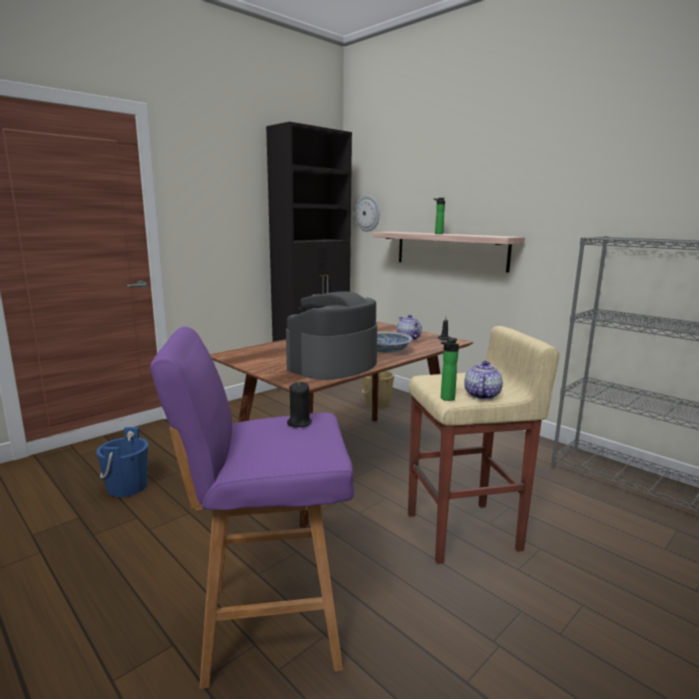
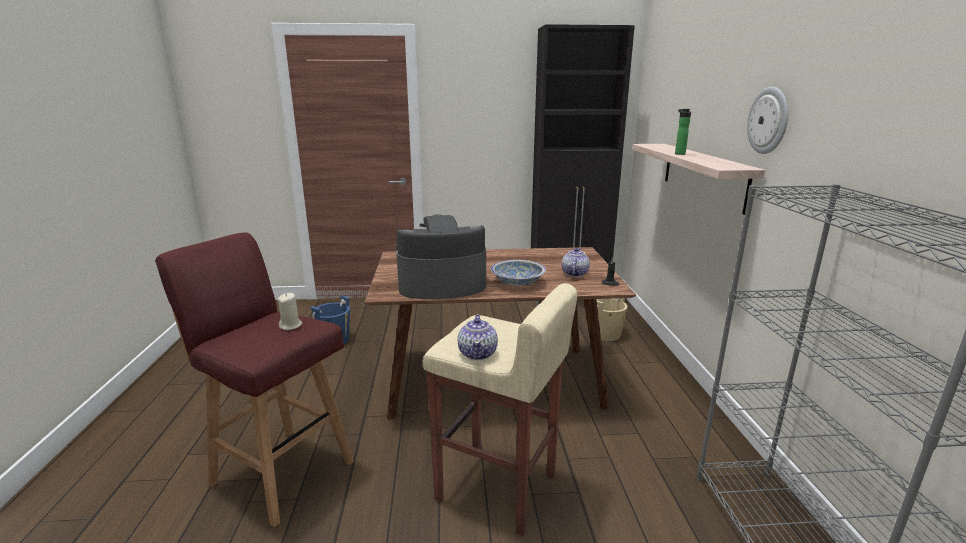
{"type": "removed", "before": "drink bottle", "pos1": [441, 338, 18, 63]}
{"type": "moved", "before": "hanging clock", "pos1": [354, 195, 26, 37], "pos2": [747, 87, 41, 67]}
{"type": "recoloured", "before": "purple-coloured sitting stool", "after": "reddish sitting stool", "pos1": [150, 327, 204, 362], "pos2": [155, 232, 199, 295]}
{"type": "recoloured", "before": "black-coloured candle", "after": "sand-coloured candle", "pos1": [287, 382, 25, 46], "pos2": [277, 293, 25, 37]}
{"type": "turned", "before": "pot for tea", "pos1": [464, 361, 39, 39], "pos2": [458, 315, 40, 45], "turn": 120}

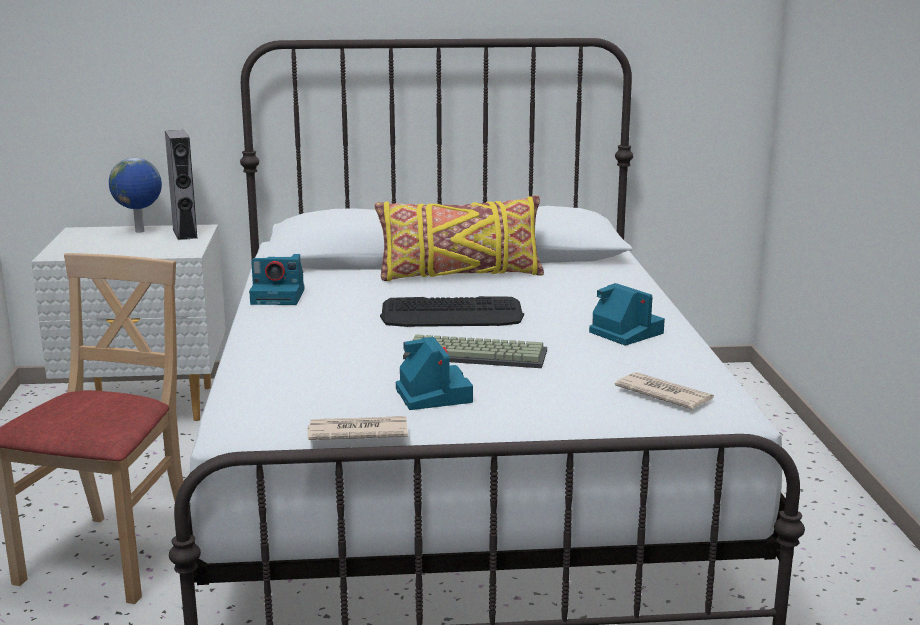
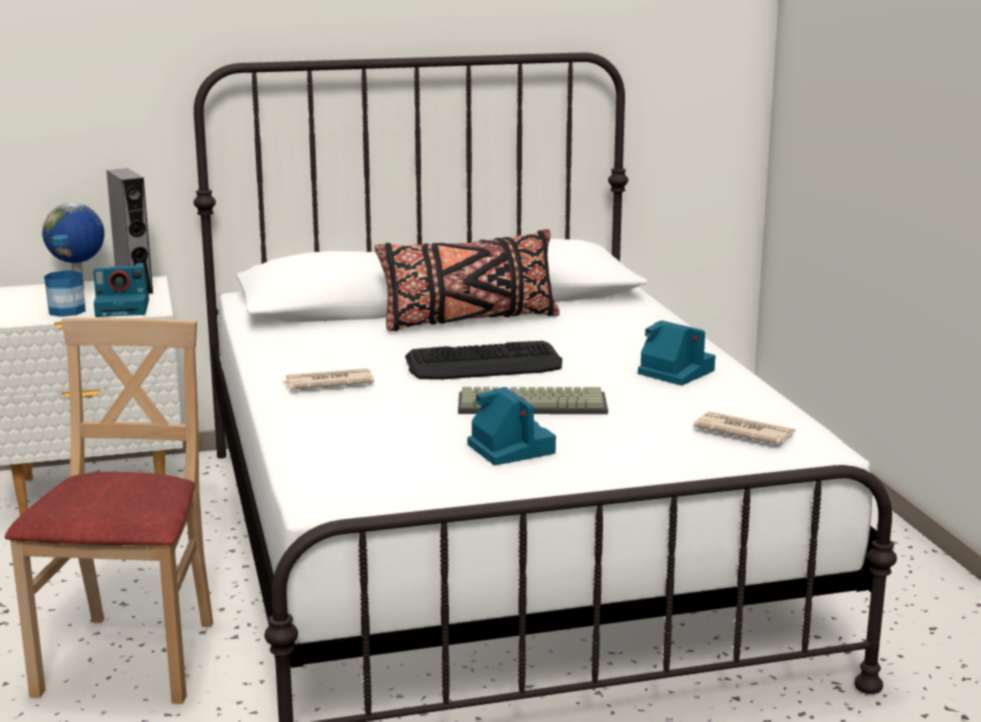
{"type": "added", "after": "drink bottle", "pos2": [44, 235, 42, 82]}
{"type": "moved", "before": "still camera", "pos1": [249, 254, 56, 51], "pos2": [93, 263, 56, 54]}
{"type": "moved", "before": "newspaper", "pos1": [307, 416, 101, 24], "pos2": [284, 368, 90, 22]}
{"type": "recoloured", "before": "yellowish cushion", "after": "black-coloured cushion", "pos1": [375, 195, 169, 86], "pos2": [375, 229, 185, 102]}

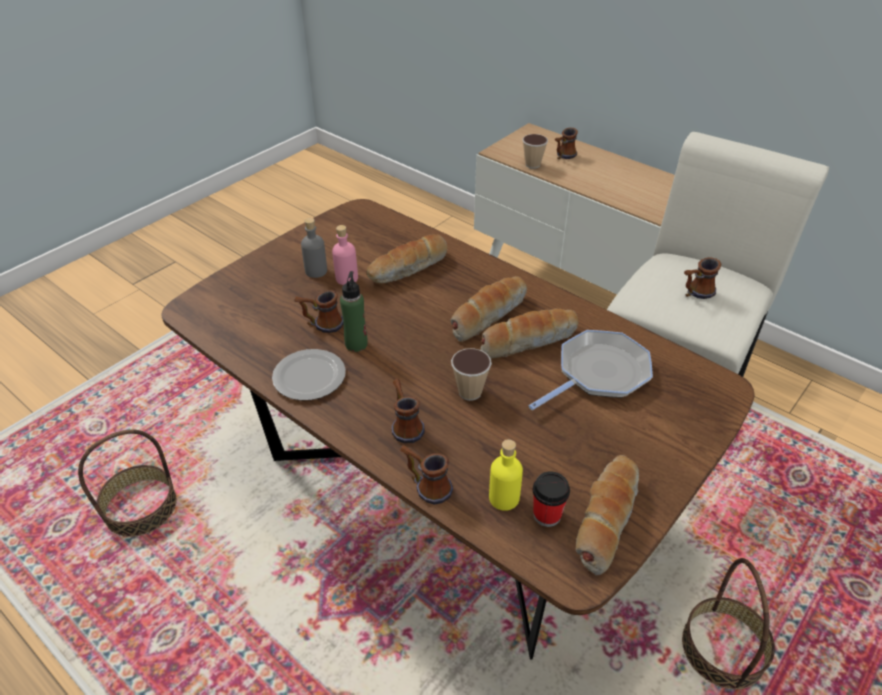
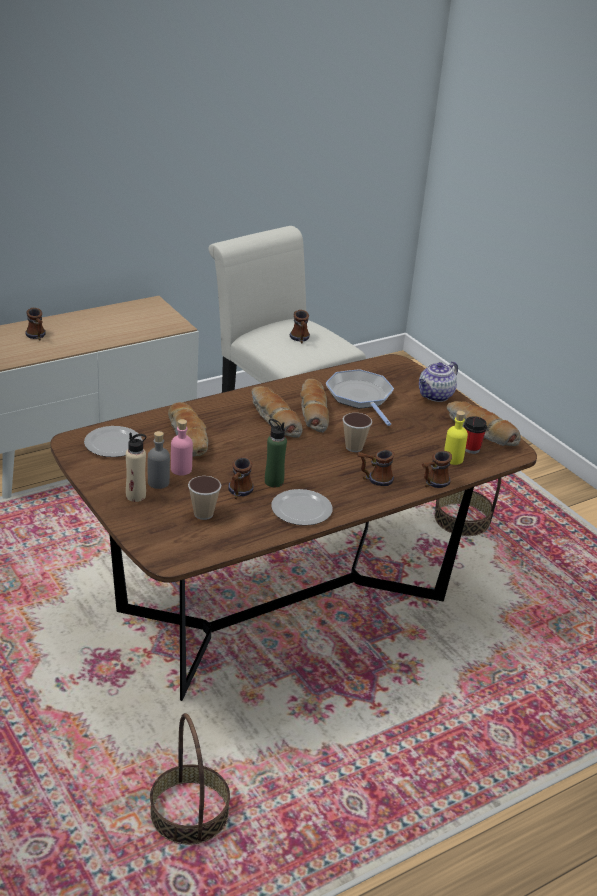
{"type": "added", "after": "plate", "pos2": [84, 426, 58, 31]}
{"type": "added", "after": "sand-coloured drink bottle", "pos2": [126, 433, 20, 69]}
{"type": "added", "after": "pot for tea", "pos2": [419, 361, 39, 41]}
{"type": "moved", "before": "small cup", "pos1": [523, 134, 25, 35], "pos2": [188, 476, 34, 44]}

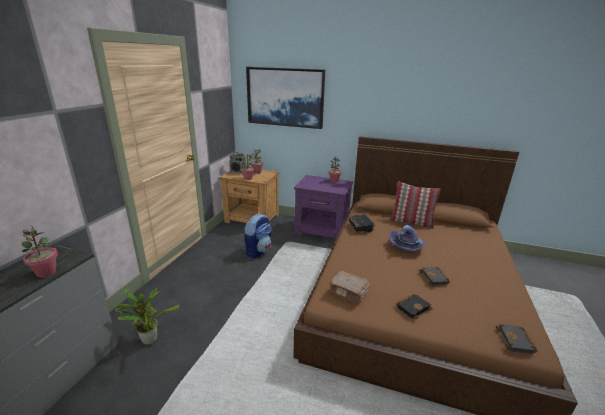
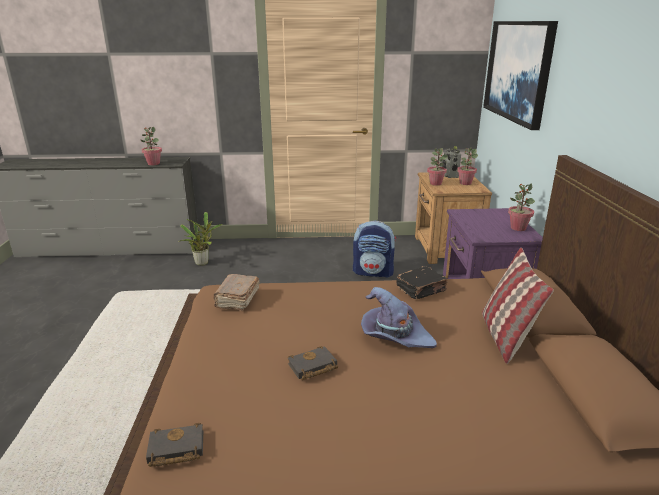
{"type": "removed", "before": "black-coloured book", "pos1": [396, 295, 37, 24]}

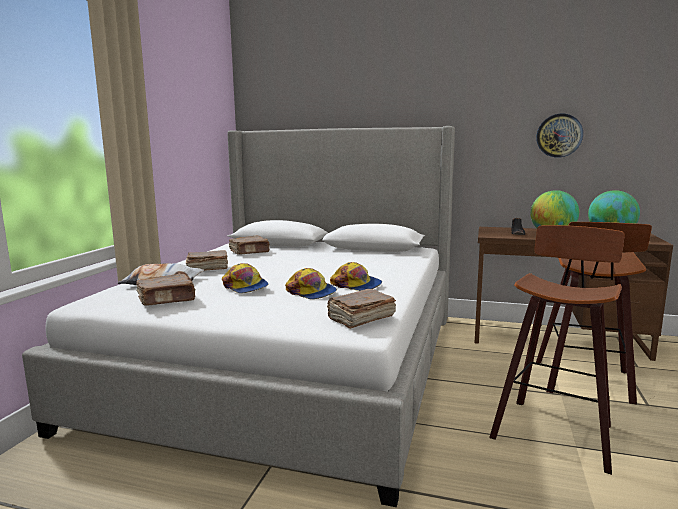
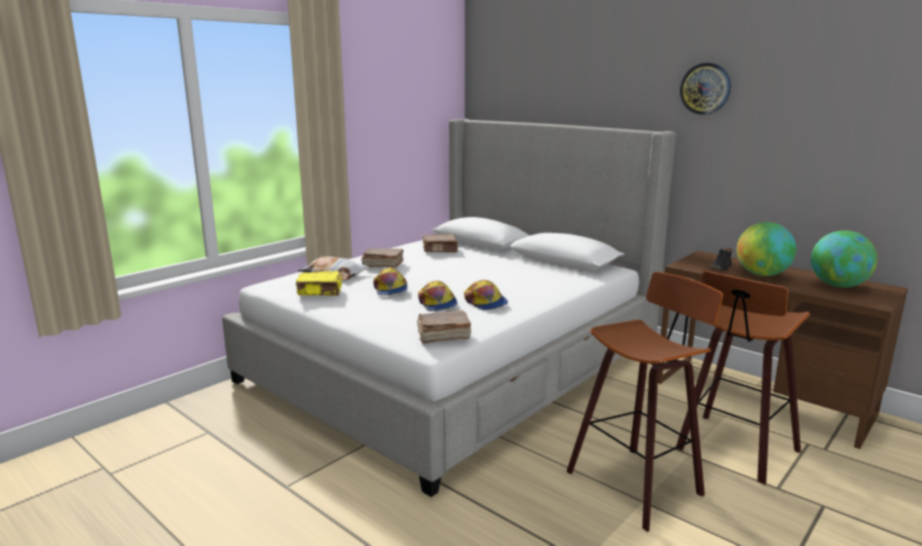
{"type": "moved", "before": "hanging clock", "pos1": [536, 114, 47, 44], "pos2": [680, 63, 51, 52]}
{"type": "recoloured", "before": "brownish book", "after": "yellowish book", "pos1": [136, 274, 60, 32], "pos2": [296, 271, 46, 25]}

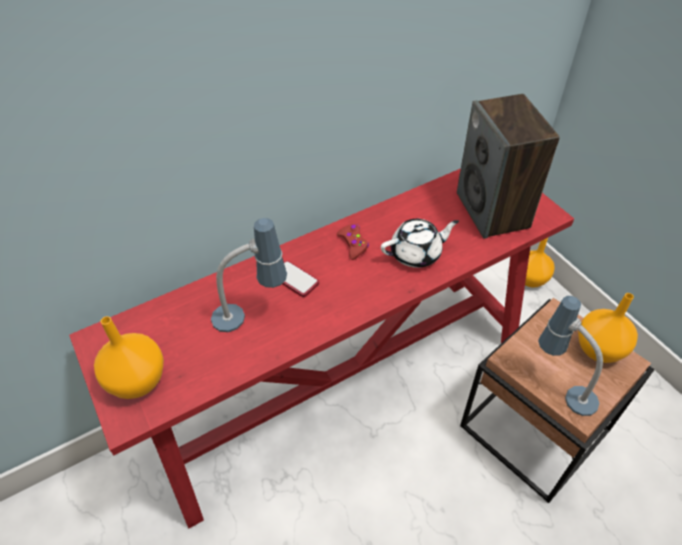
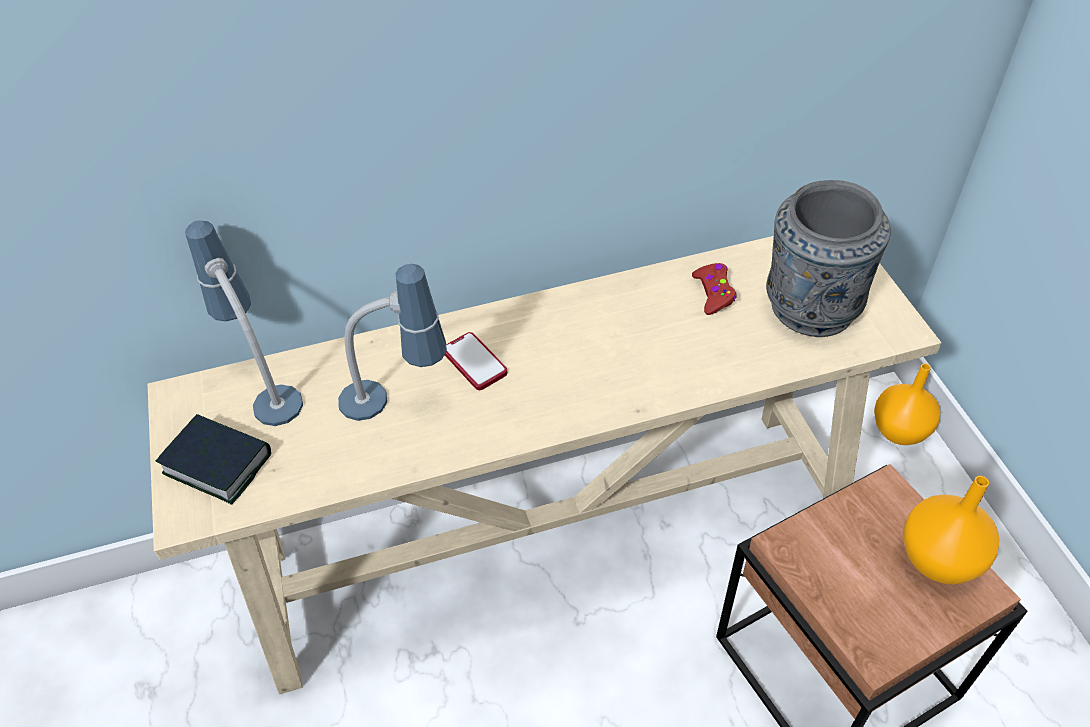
{"type": "removed", "before": "white pot for tea", "pos1": [381, 219, 78, 49]}
{"type": "moved", "before": "reddish game controller", "pos1": [337, 224, 32, 36], "pos2": [692, 263, 45, 52]}
{"type": "moved", "before": "tabletop lamp", "pos1": [538, 296, 65, 120], "pos2": [185, 220, 118, 206]}
{"type": "replaced", "before": "orangey vase", "after": "book", "pos1": [94, 316, 70, 83], "pos2": [156, 414, 115, 91]}
{"type": "replaced", "before": "loudspeaker", "after": "grey vase", "pos1": [457, 94, 103, 145], "pos2": [766, 180, 125, 157]}
{"type": "recoloured", "before": "reddish console table", "after": "sand-coloured console table", "pos1": [69, 168, 505, 360], "pos2": [148, 236, 793, 458]}

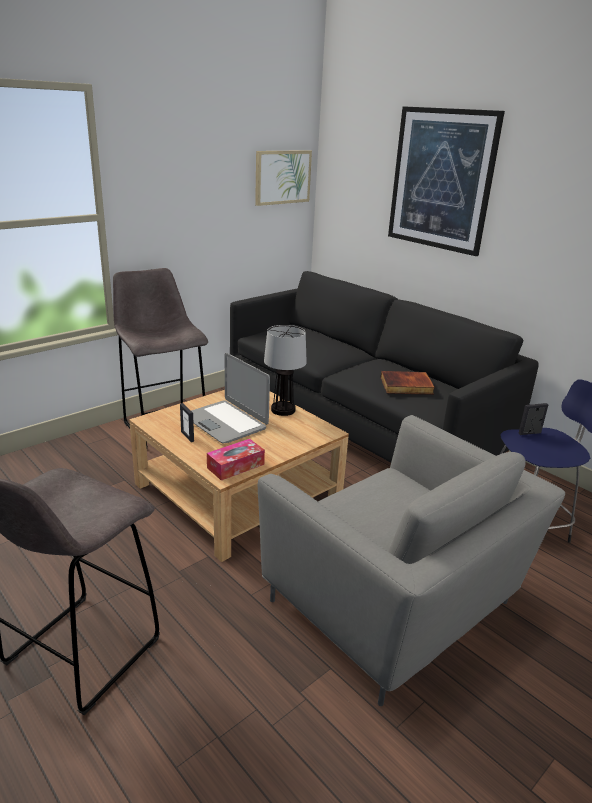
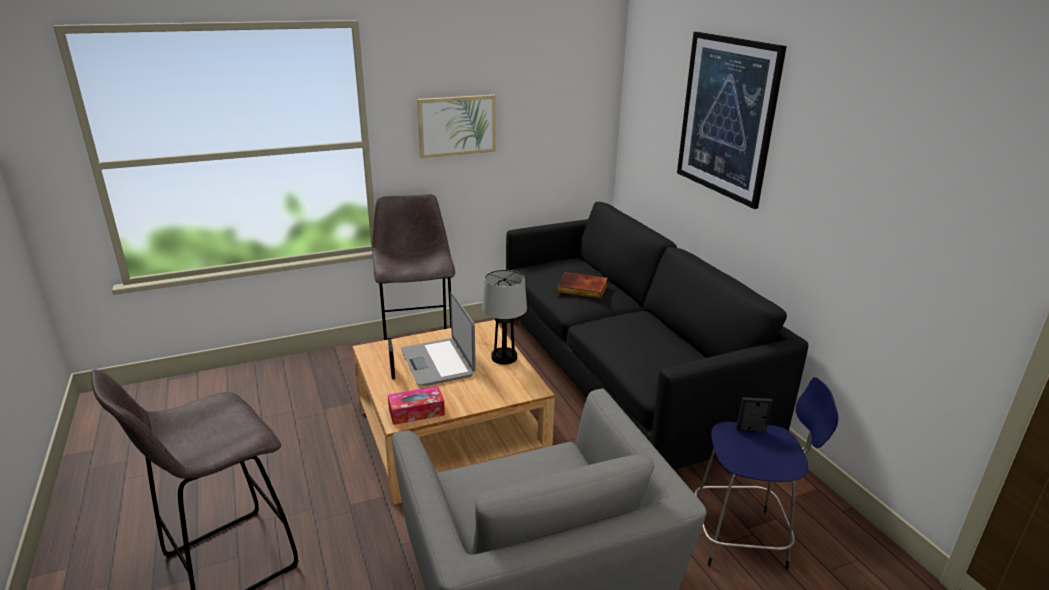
{"type": "moved", "before": "picture", "pos1": [255, 150, 57, 56], "pos2": [417, 95, 79, 63]}
{"type": "moved", "before": "book", "pos1": [381, 371, 54, 24], "pos2": [556, 272, 52, 27]}

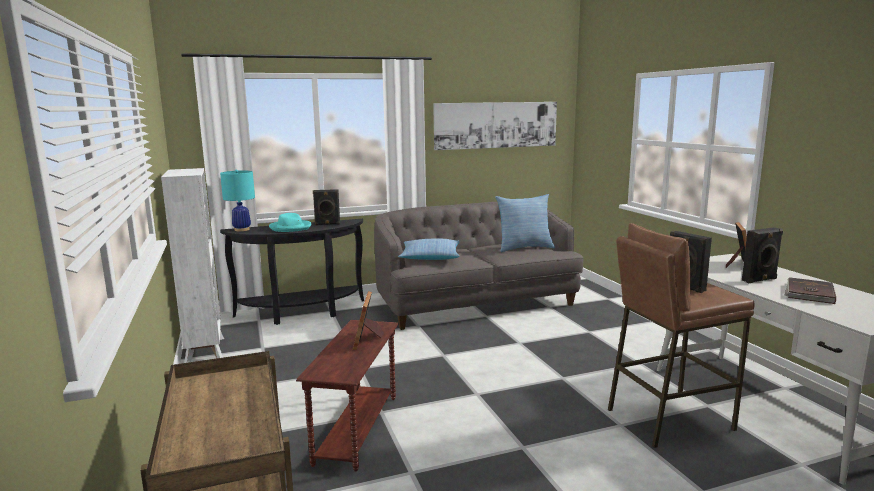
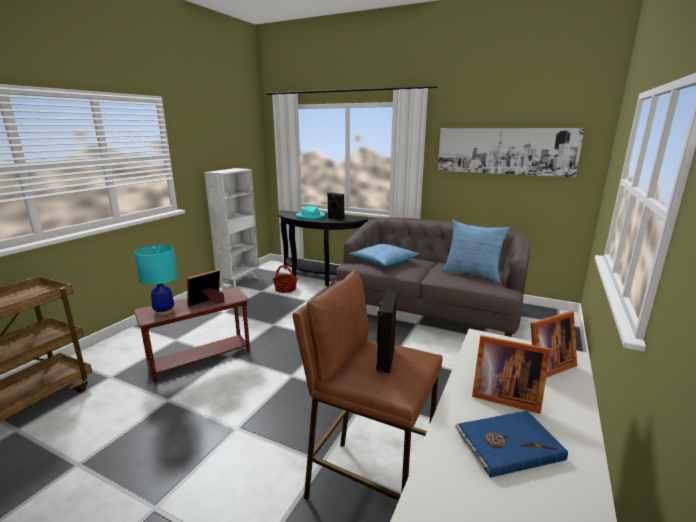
{"type": "added", "after": "storage basket", "pos2": [273, 265, 24, 28]}
{"type": "moved", "before": "turquoise tabletop lamp", "pos1": [220, 170, 35, 61], "pos2": [134, 245, 44, 70]}
{"type": "replaced", "before": "black-coloured loudspeaker", "after": "picture frame", "pos1": [742, 227, 41, 56], "pos2": [472, 335, 78, 79]}
{"type": "recoloured", "before": "brownish book", "after": "blue-coloured book", "pos1": [784, 277, 52, 27], "pos2": [455, 411, 113, 67]}

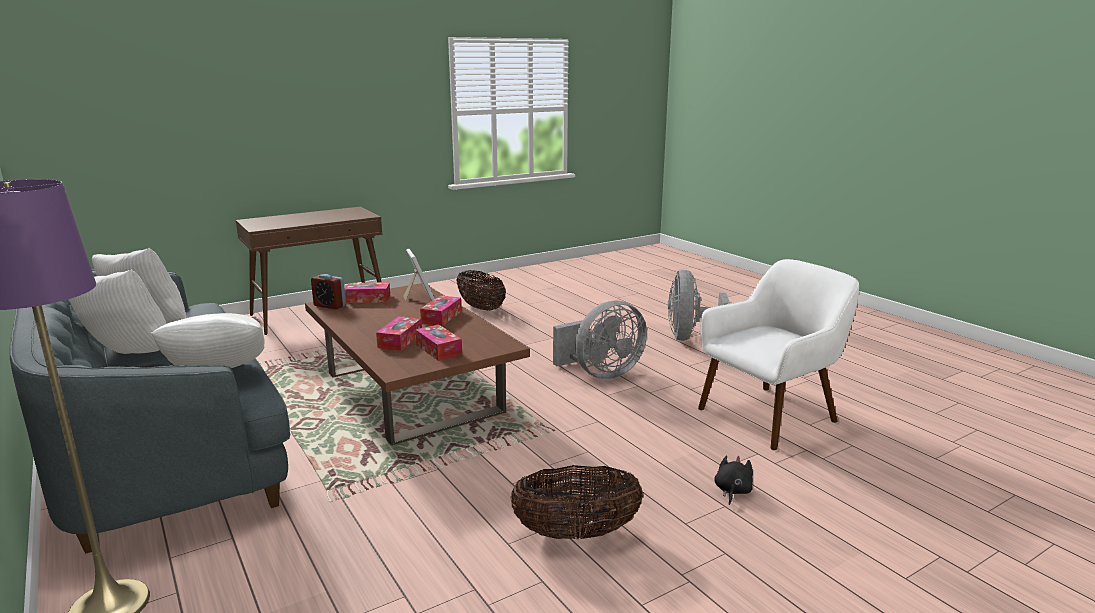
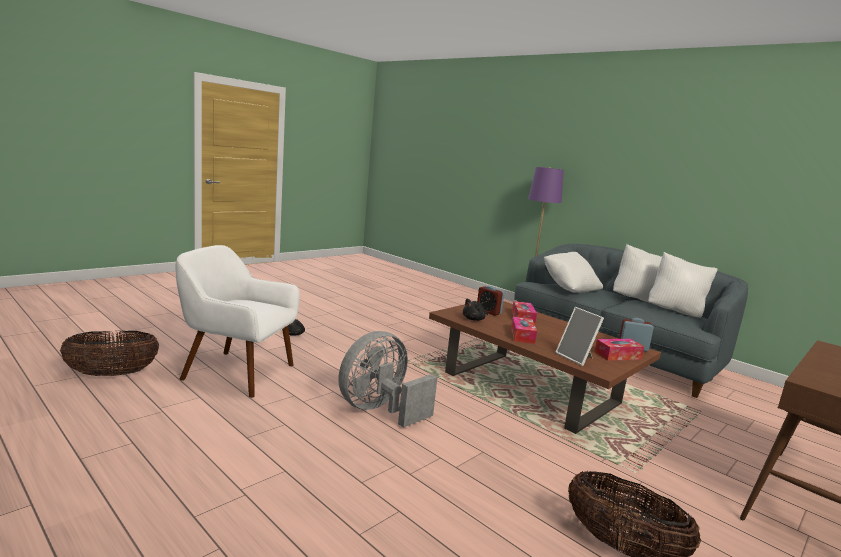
{"type": "removed", "before": "grey electric fan", "pos1": [668, 270, 62, 71]}
{"type": "added", "after": "black-coloured soft toy", "pos2": [463, 298, 25, 23]}
{"type": "moved", "before": "storage basket", "pos1": [510, 465, 133, 74], "pos2": [60, 331, 99, 45]}
{"type": "replaced", "before": "tissue box", "after": "alarm clock", "pos1": [415, 324, 47, 37], "pos2": [477, 286, 28, 30]}
{"type": "turned", "before": "white easy chair", "pos1": [698, 259, 161, 192], "pos2": [175, 245, 125, 153], "turn": 60}

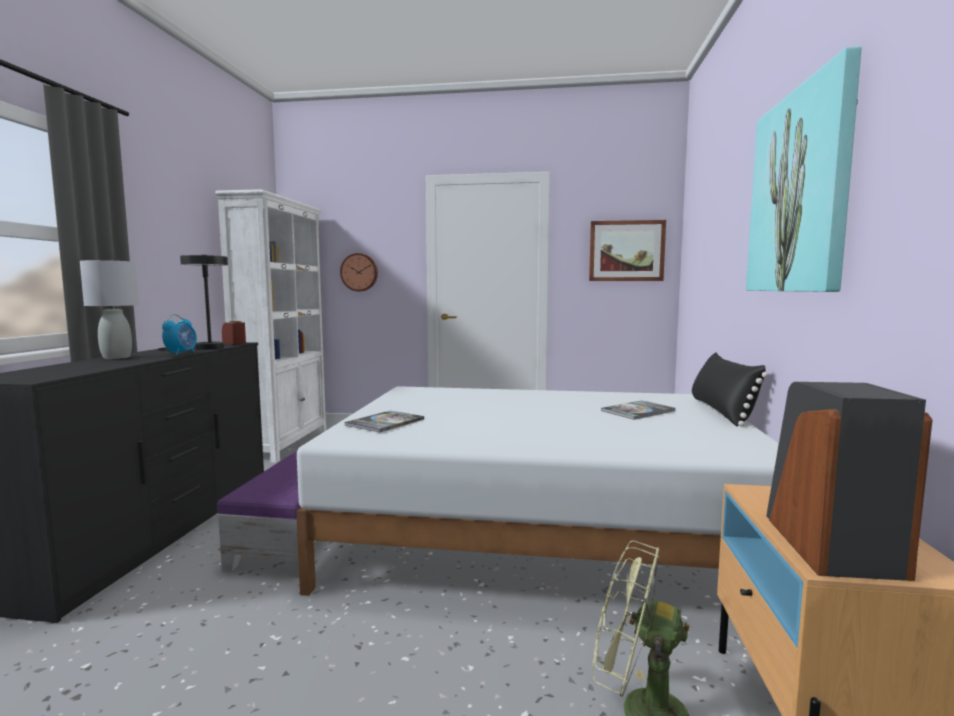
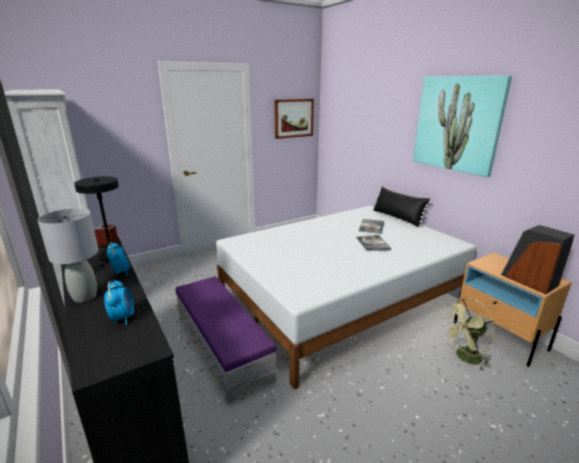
{"type": "removed", "before": "hanging clock", "pos1": [340, 253, 38, 38]}
{"type": "added", "after": "alarm clock", "pos2": [104, 280, 30, 45]}
{"type": "moved", "before": "book", "pos1": [344, 411, 80, 21], "pos2": [356, 235, 35, 16]}

